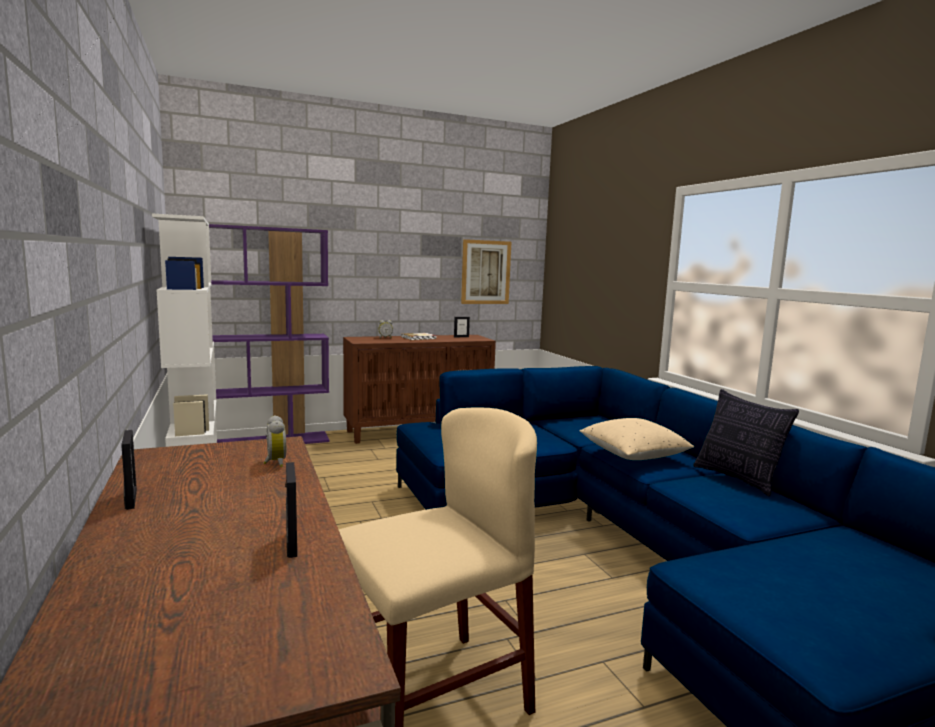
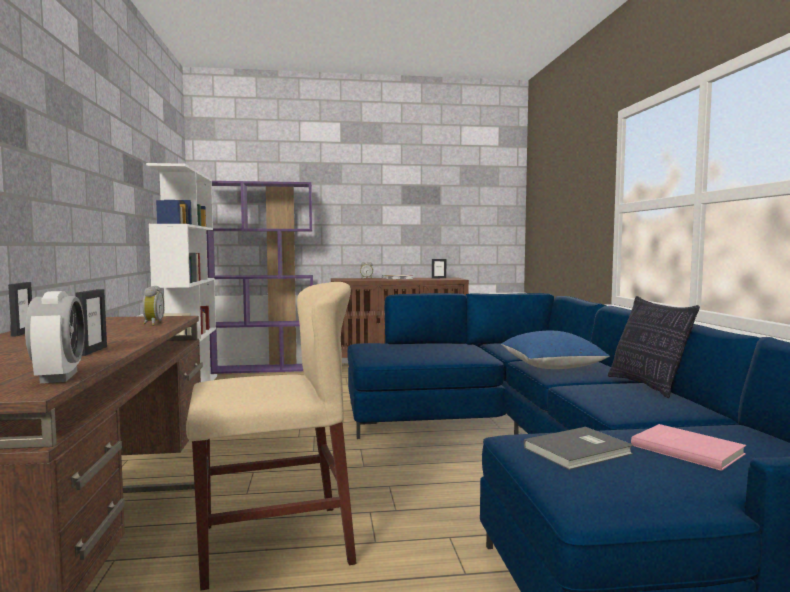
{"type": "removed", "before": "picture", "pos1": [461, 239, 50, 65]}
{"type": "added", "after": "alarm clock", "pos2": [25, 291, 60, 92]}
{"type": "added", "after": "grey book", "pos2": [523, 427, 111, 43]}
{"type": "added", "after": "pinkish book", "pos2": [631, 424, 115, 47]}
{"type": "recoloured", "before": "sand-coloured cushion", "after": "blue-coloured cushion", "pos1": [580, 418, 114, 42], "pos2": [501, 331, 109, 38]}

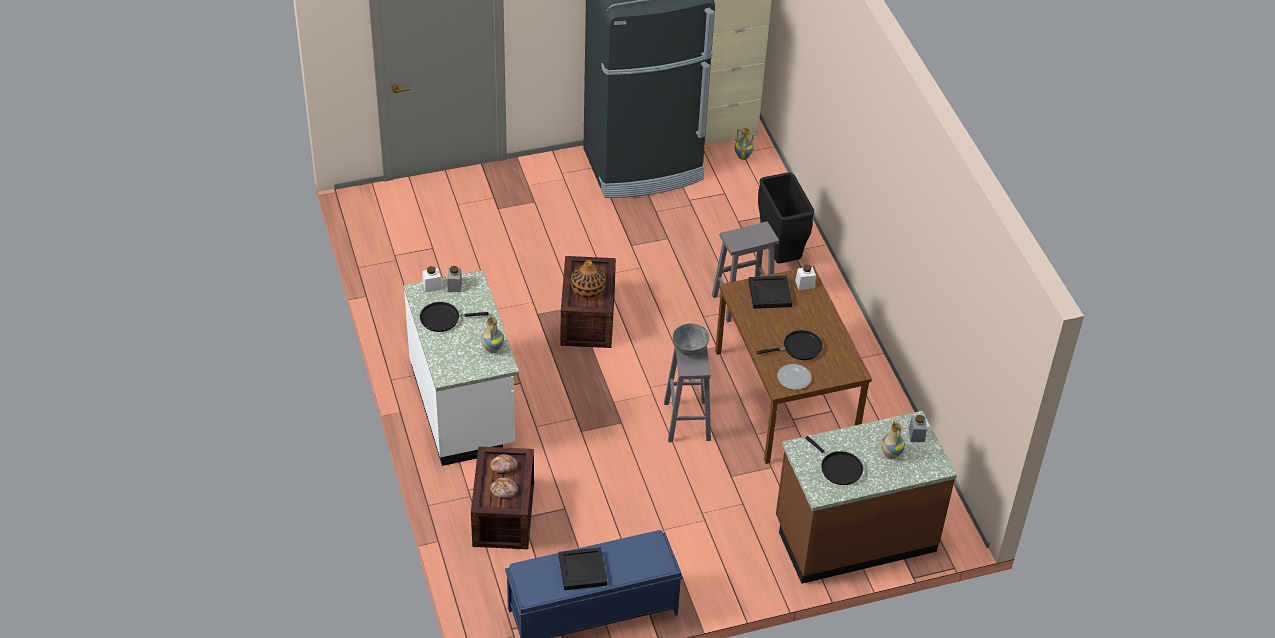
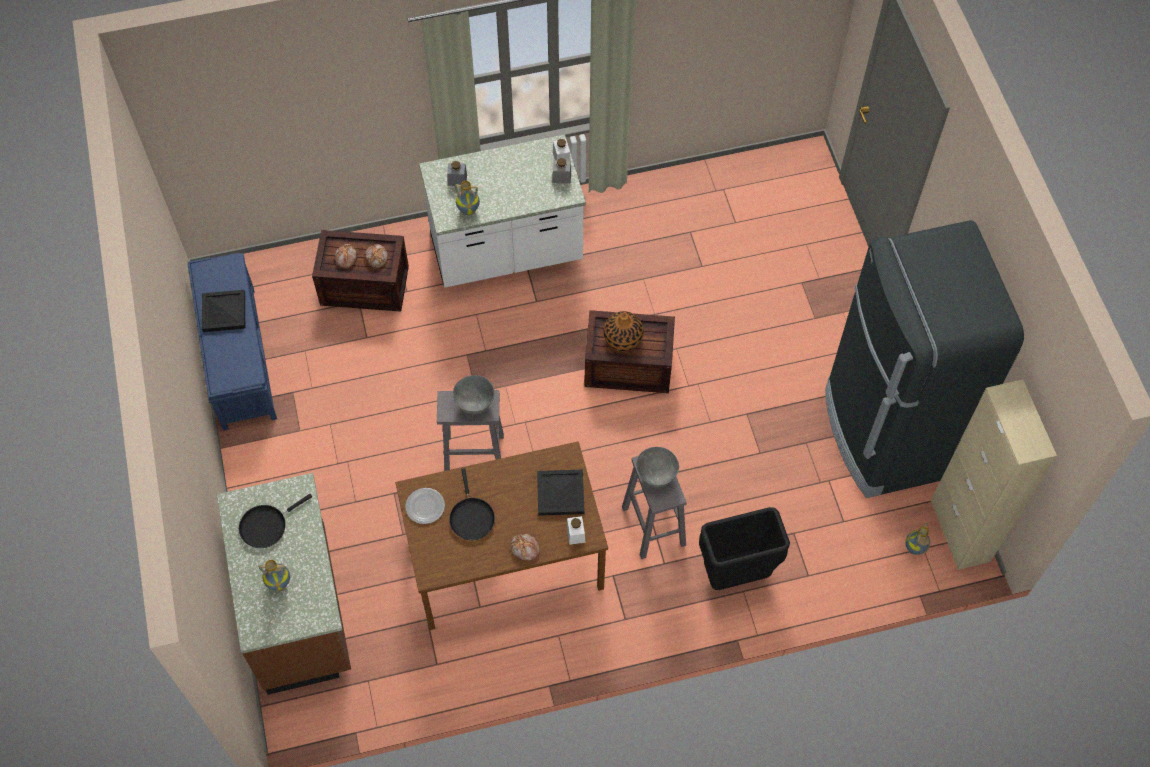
{"type": "removed", "before": "black-coloured frying pan", "pos1": [420, 302, 69, 30]}
{"type": "added", "after": "bakery bread", "pos2": [510, 534, 30, 27]}
{"type": "added", "after": "grey bowl", "pos2": [636, 447, 43, 40]}
{"type": "moved", "before": "grey preserve jar", "pos1": [909, 415, 18, 27], "pos2": [447, 161, 20, 25]}

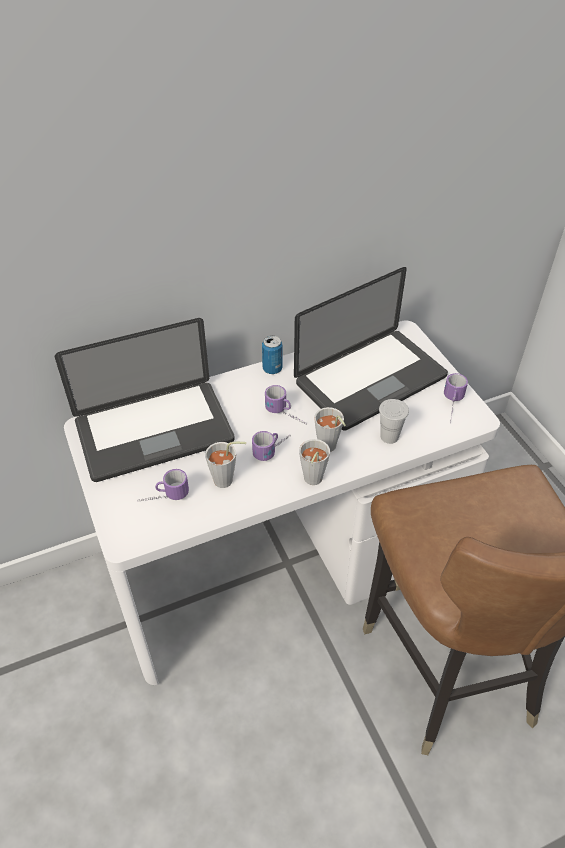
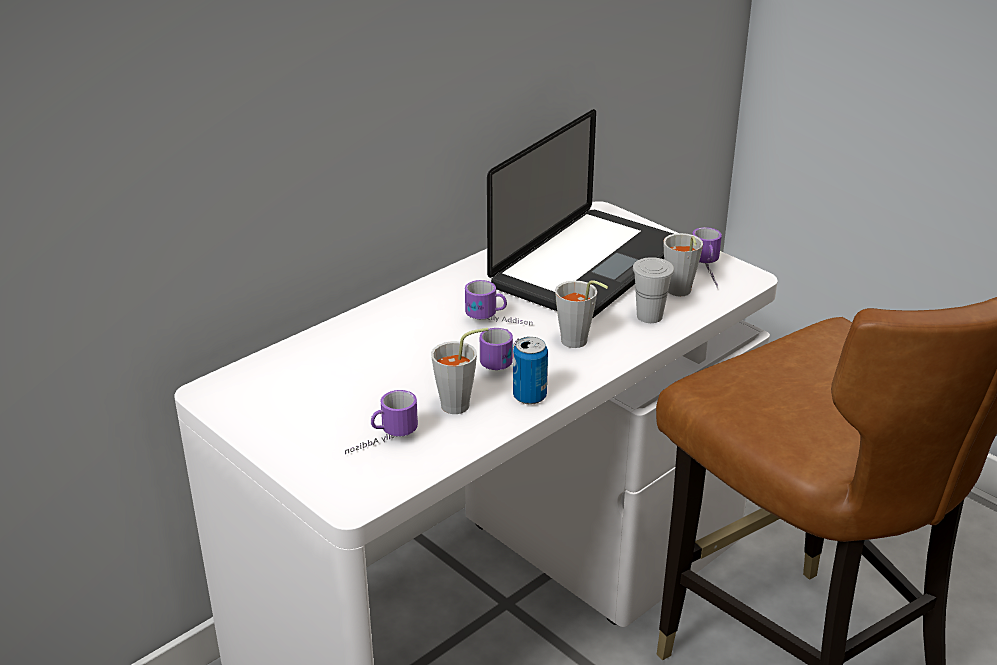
{"type": "removed", "before": "notebook computer", "pos1": [55, 318, 180, 164]}
{"type": "moved", "before": "metal can", "pos1": [262, 336, 20, 38], "pos2": [513, 337, 35, 68]}
{"type": "moved", "before": "grey small cup", "pos1": [299, 439, 31, 46], "pos2": [663, 233, 40, 63]}

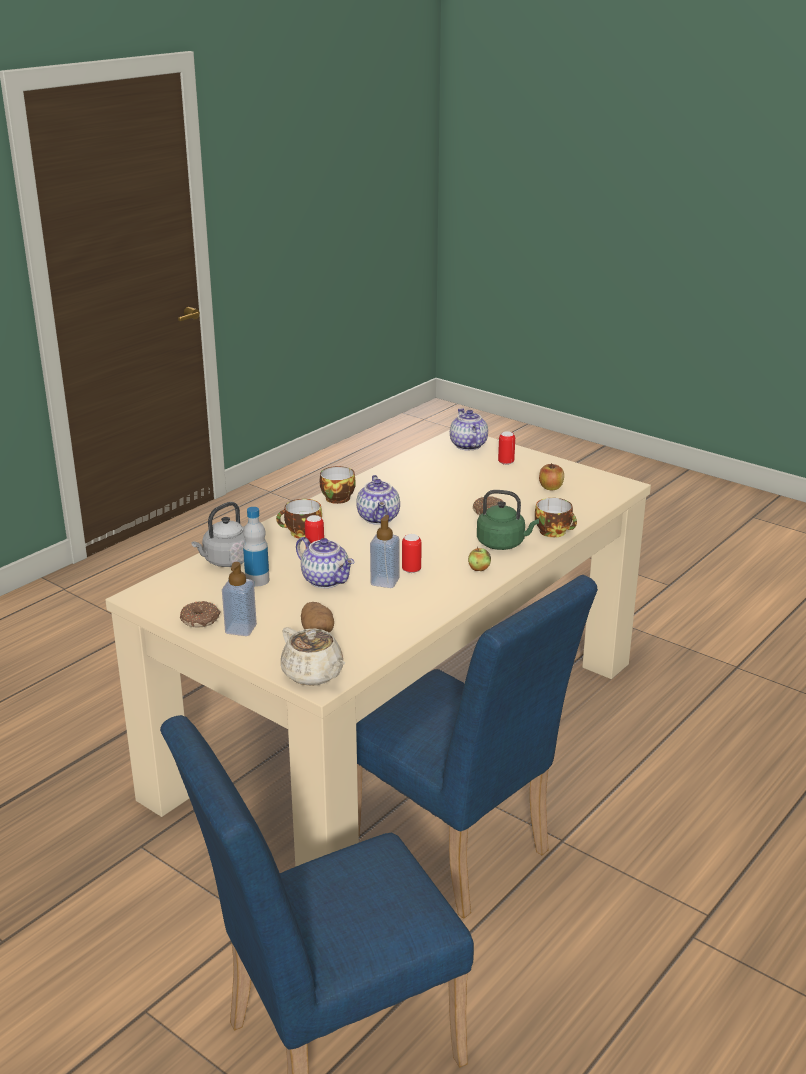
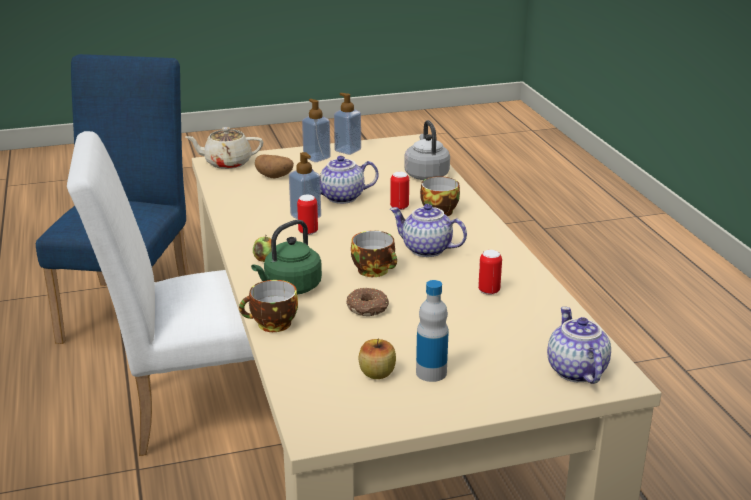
{"type": "moved", "before": "drink bottle", "pos1": [243, 507, 26, 80], "pos2": [416, 280, 33, 102]}
{"type": "moved", "before": "small cup", "pos1": [320, 466, 36, 38], "pos2": [351, 231, 46, 46]}
{"type": "moved", "before": "metal can", "pos1": [498, 431, 17, 34], "pos2": [478, 250, 24, 45]}
{"type": "replaced", "before": "doughnut", "after": "soap bottle", "pos1": [180, 601, 41, 26], "pos2": [334, 93, 27, 62]}
{"type": "recoloured", "before": "blue-coloured chair", "after": "white chair", "pos1": [356, 575, 242, 344], "pos2": [67, 131, 187, 325]}
{"type": "turned", "before": "pot for tea", "pos1": [450, 408, 38, 43], "pos2": [547, 307, 64, 77], "turn": -120}

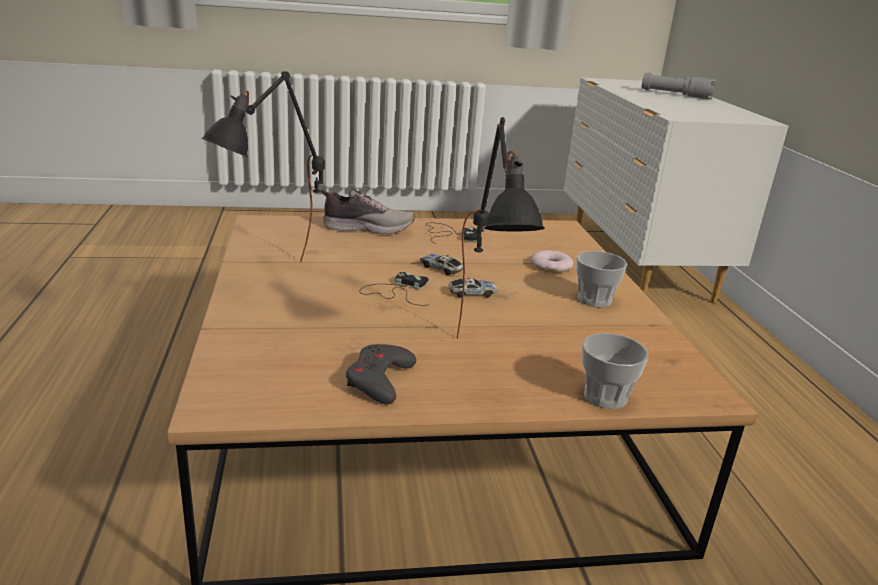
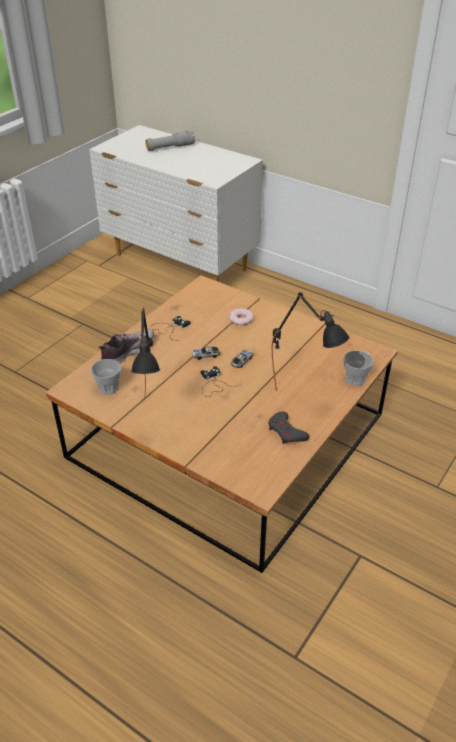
{"type": "moved", "before": "small cup", "pos1": [576, 251, 51, 56], "pos2": [91, 359, 30, 36]}

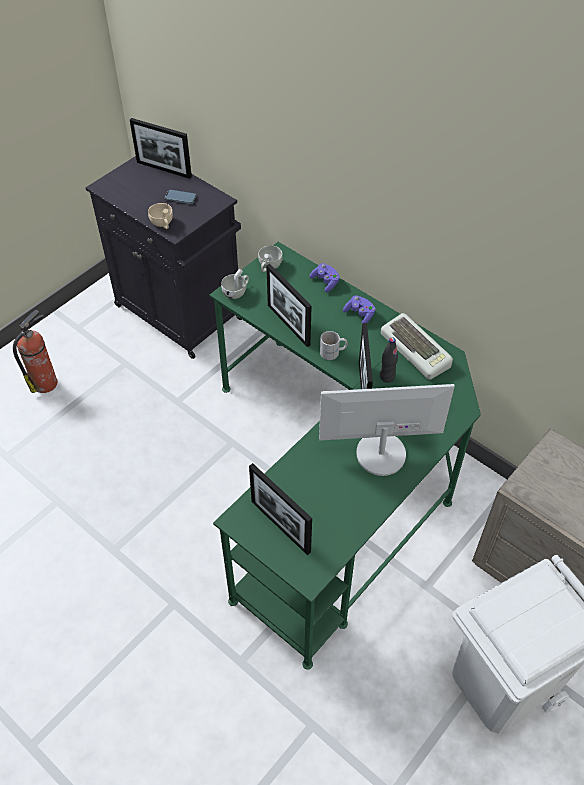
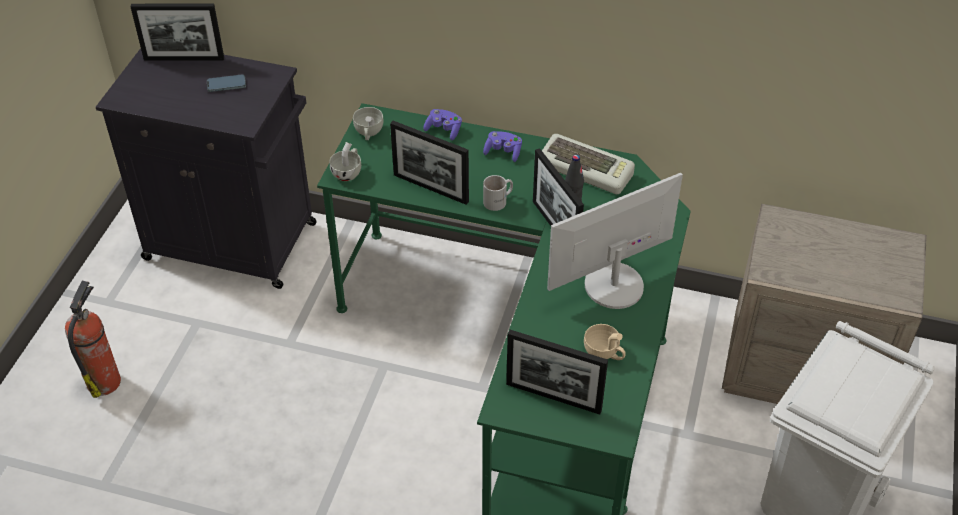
{"type": "moved", "before": "sand-coloured small cup", "pos1": [148, 203, 25, 26], "pos2": [584, 324, 42, 36]}

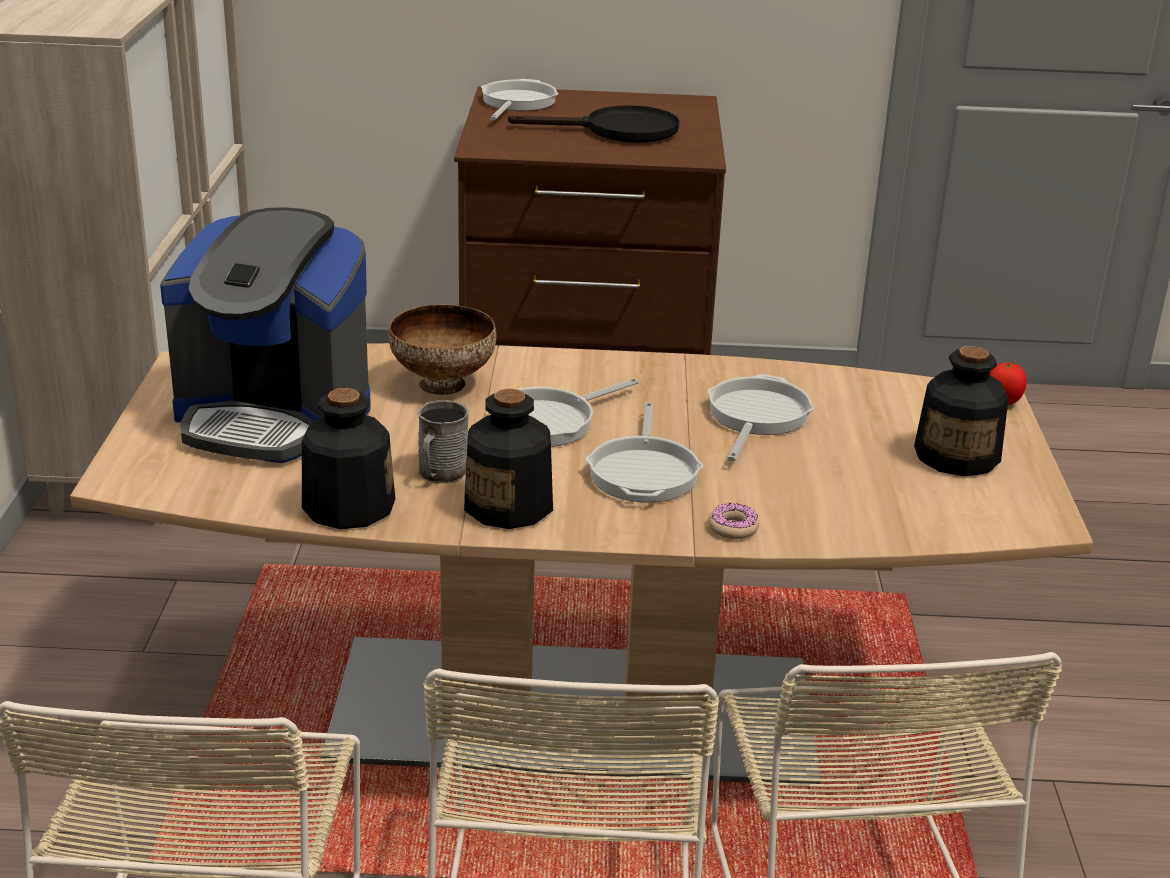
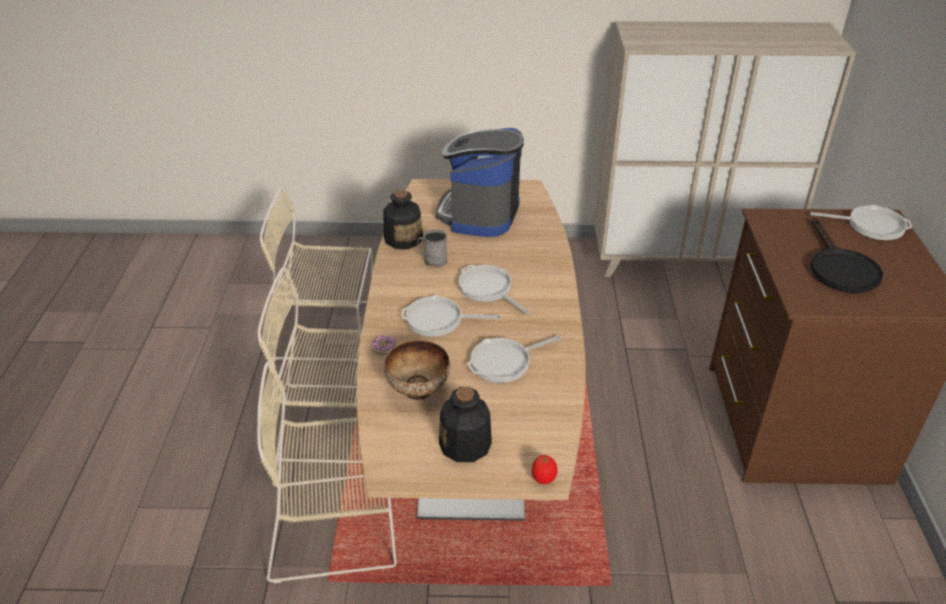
{"type": "removed", "before": "drink bottle", "pos1": [464, 388, 89, 141]}
{"type": "moved", "before": "bowl", "pos1": [388, 304, 109, 91], "pos2": [384, 340, 66, 60]}
{"type": "turned", "before": "frying pan", "pos1": [707, 374, 107, 88], "pos2": [467, 335, 95, 48], "turn": 135}

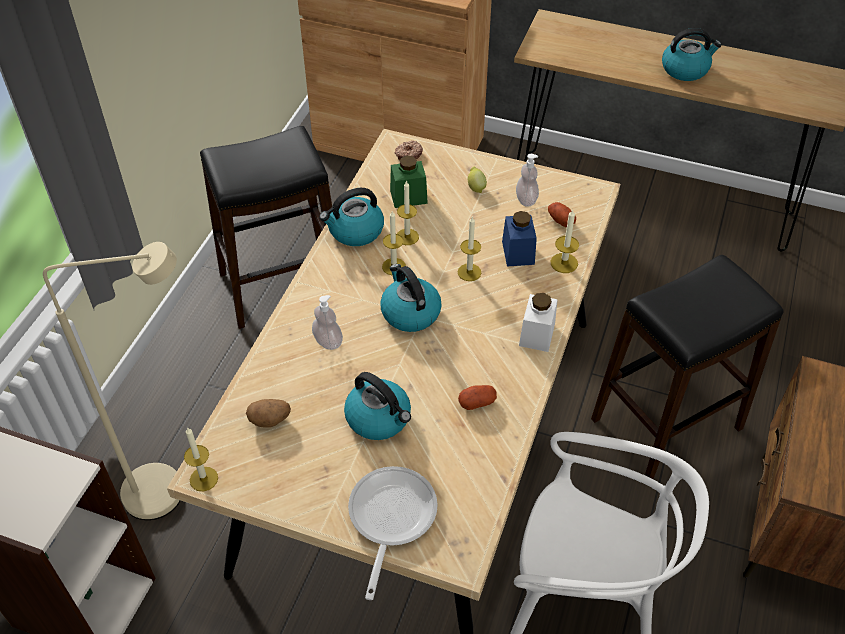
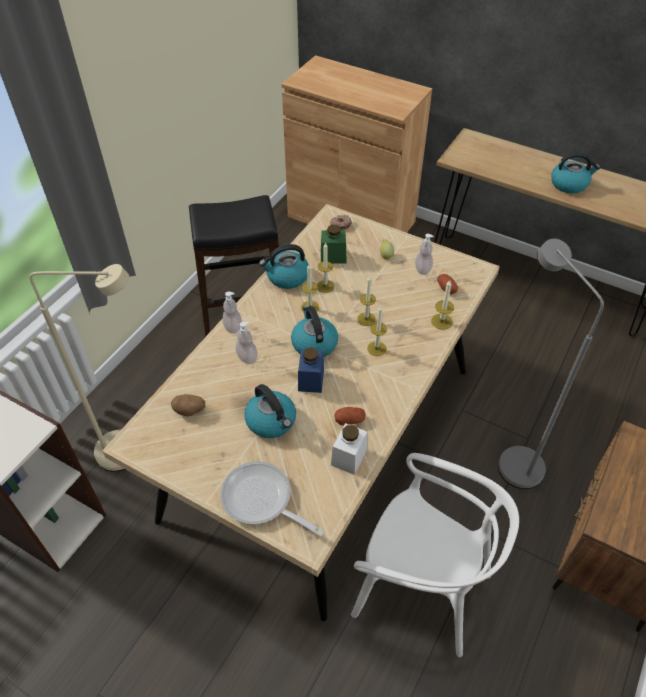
{"type": "added", "after": "soap bottle", "pos2": [223, 292, 19, 42]}
{"type": "moved", "before": "candle", "pos1": [184, 427, 34, 64], "pos2": [367, 306, 20, 50]}
{"type": "moved", "before": "blue-coloured preserve jar", "pos1": [502, 211, 35, 56], "pos2": [298, 347, 26, 46]}
{"type": "moved", "before": "white preserve jar", "pos1": [519, 293, 39, 59], "pos2": [331, 423, 36, 52]}
{"type": "replaced", "before": "black-coloured sitting stool", "after": "grey floor lamp", "pos1": [591, 255, 193, 224], "pos2": [498, 239, 106, 250]}
{"type": "turned", "before": "frying pan", "pos1": [348, 466, 90, 134], "pos2": [220, 461, 104, 76], "turn": -75}

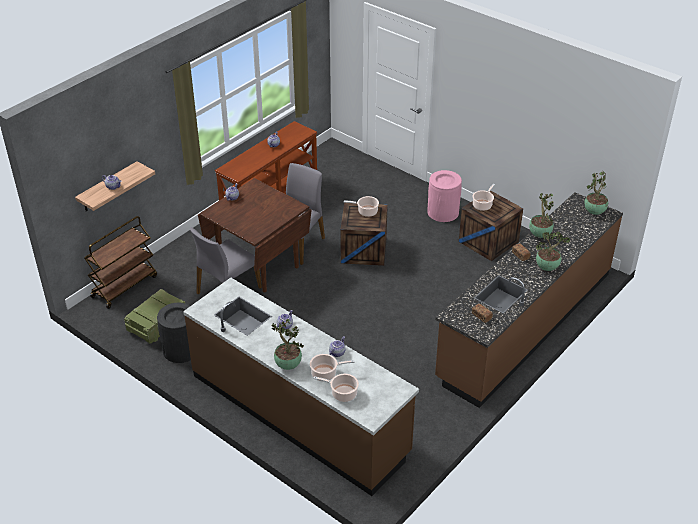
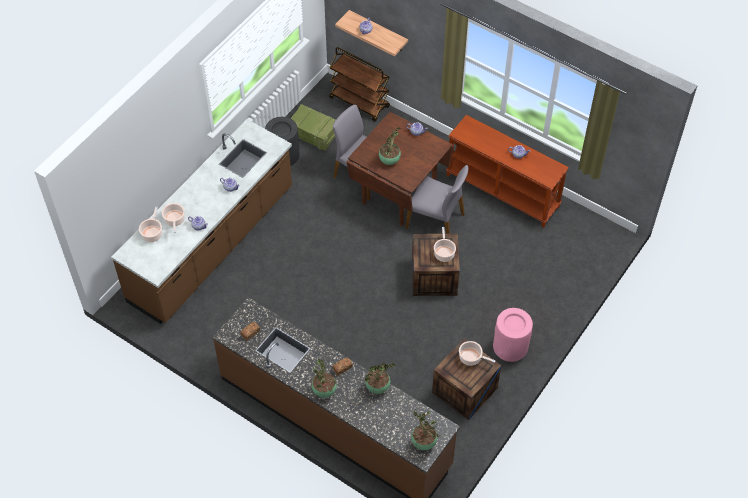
{"type": "moved", "before": "plant in a pot", "pos1": [272, 319, 32, 51], "pos2": [379, 127, 22, 38]}

